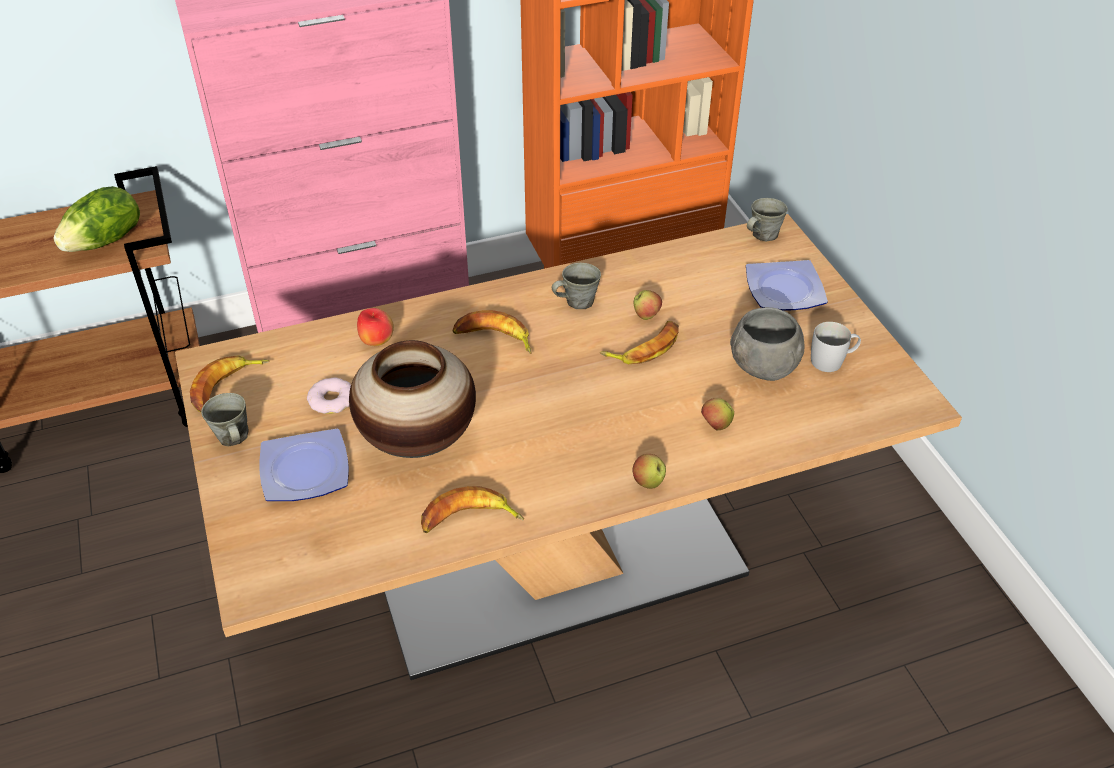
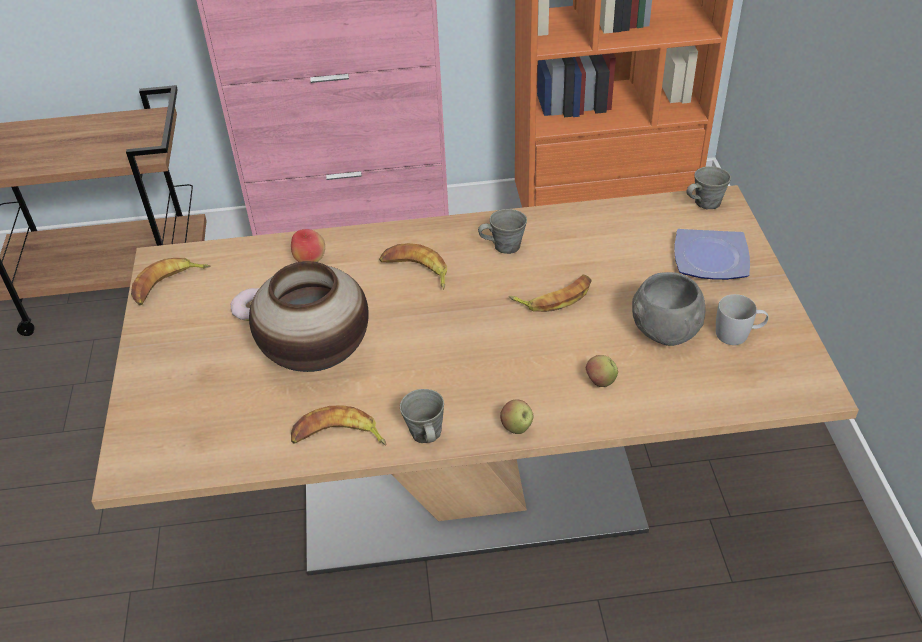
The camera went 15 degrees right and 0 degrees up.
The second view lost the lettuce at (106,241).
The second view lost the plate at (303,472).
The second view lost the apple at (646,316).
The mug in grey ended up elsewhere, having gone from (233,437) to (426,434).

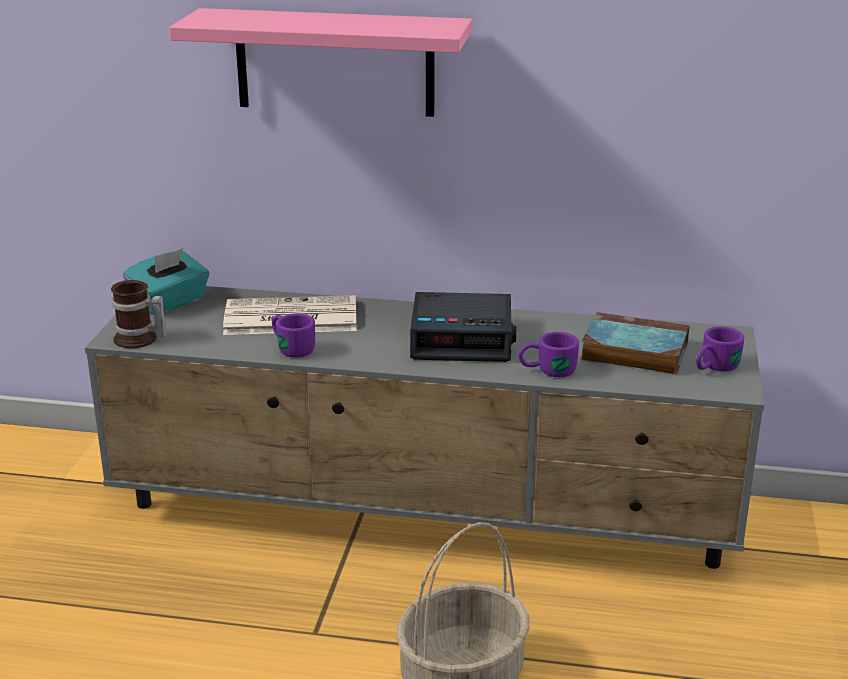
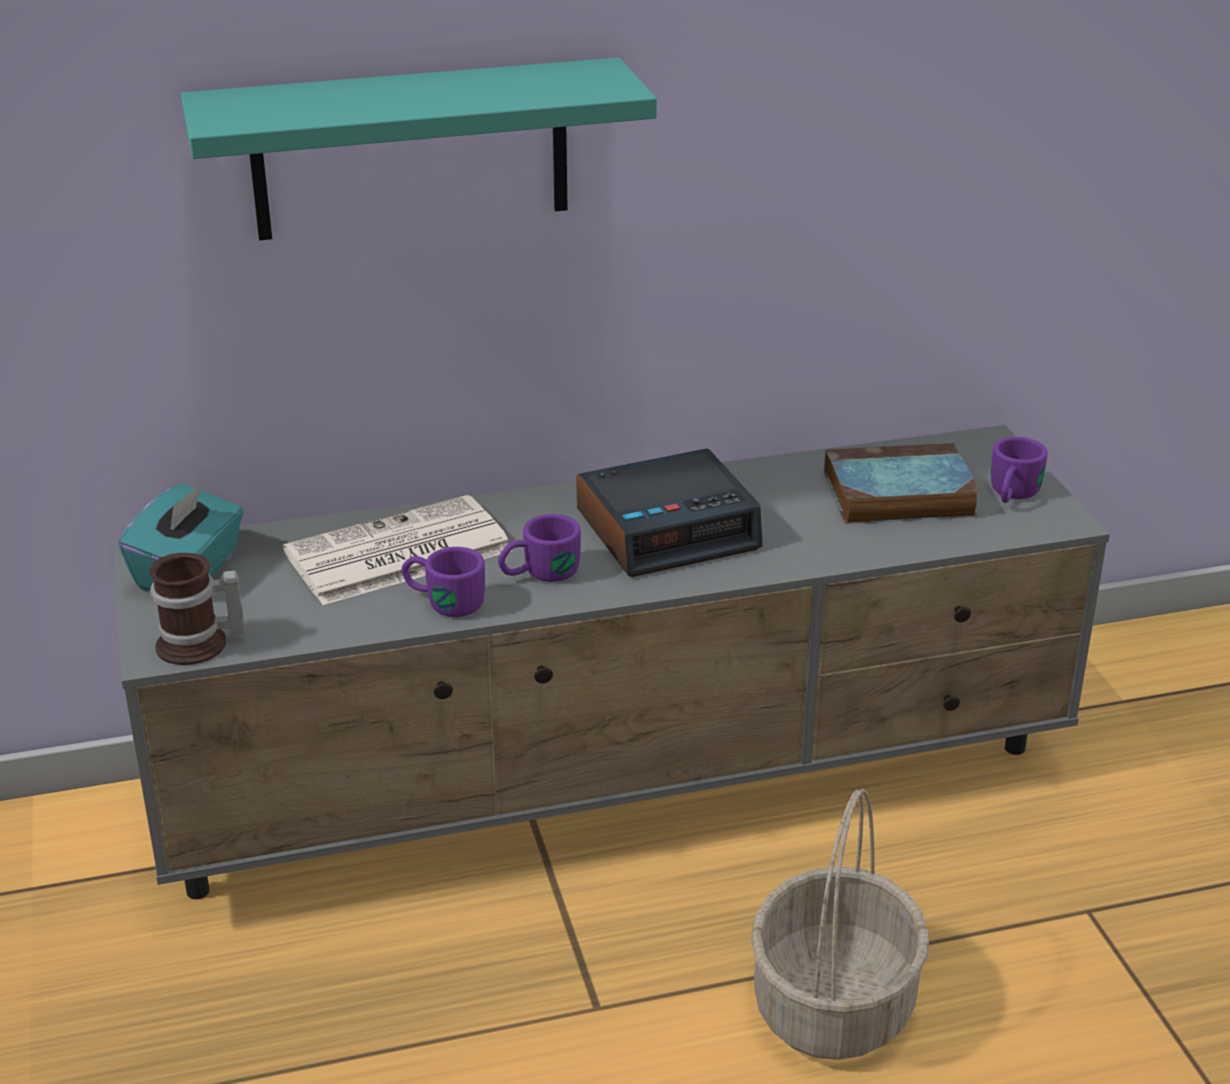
The camera went 25 degrees left and 5 degrees up.
The mug in purple ended up elsewhere, having gone from (547,370) to (539,574).
What was the shelf in pink at (334,62) turned into the shelf in turquoise at (410,150).

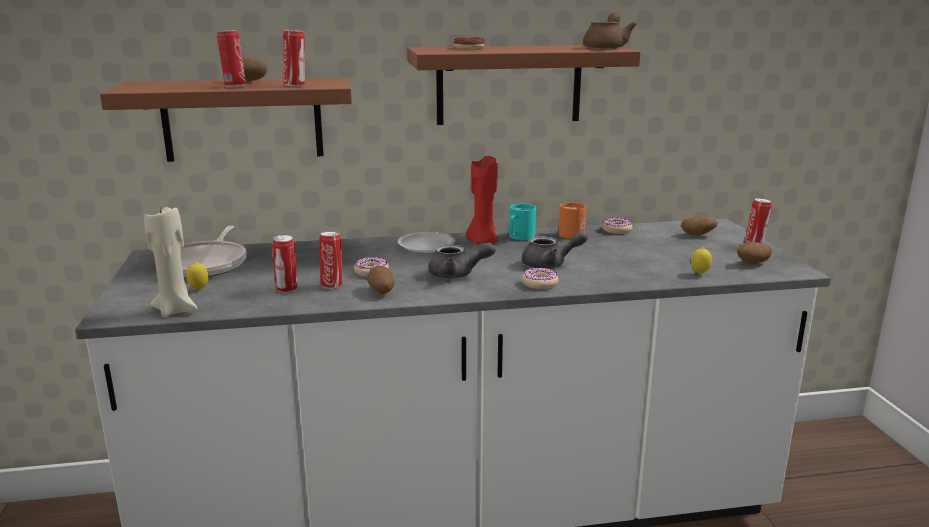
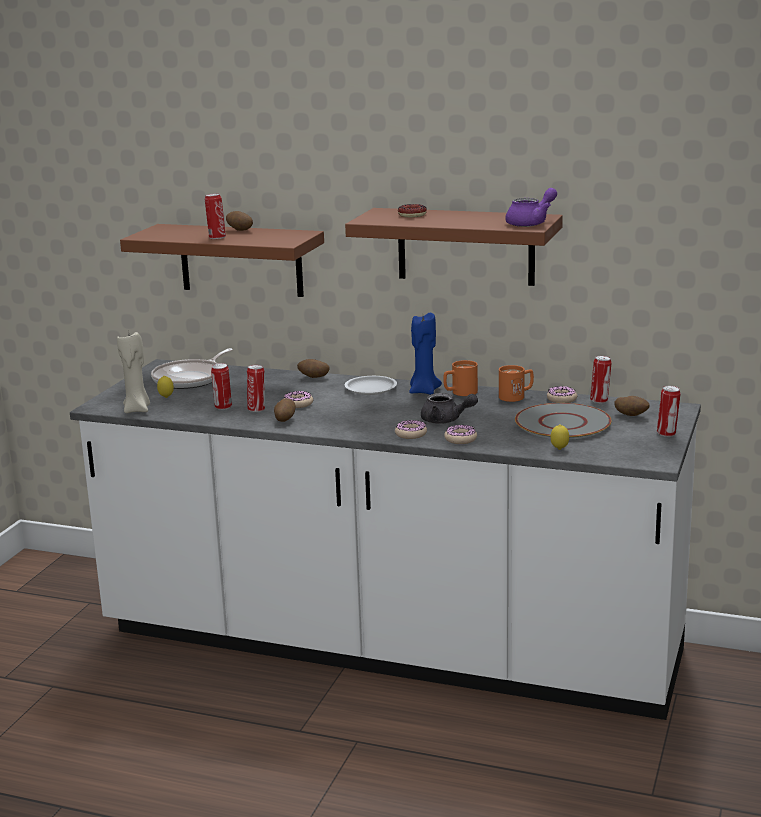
The camera went 30 degrees right and 0 degrees up.
The second view lost the teapot in grey at (457,274).
The second view gained the donut at (460,439).
The second view gained the plate in grey at (563,423).
The can ended up elsewhere, having gone from (295,86) to (600,401).
The potato ended up elsewhere, having gone from (752,264) to (313,377).
What was the candle in red at (482,241) turned into the candle in blue at (424,391).
What was the mug in turquoise at (519,238) turned into the mug in orange at (459,393).
What was the teapot in brown at (606,48) turned into the teapot in purple at (531,223).

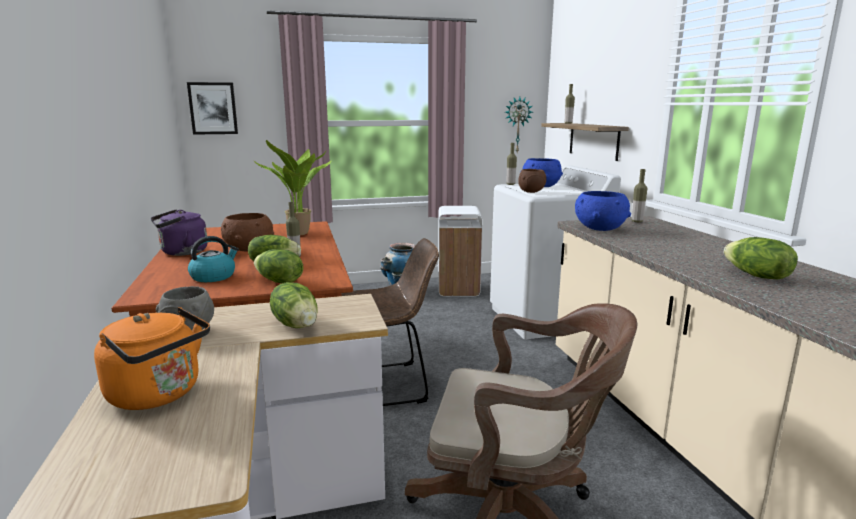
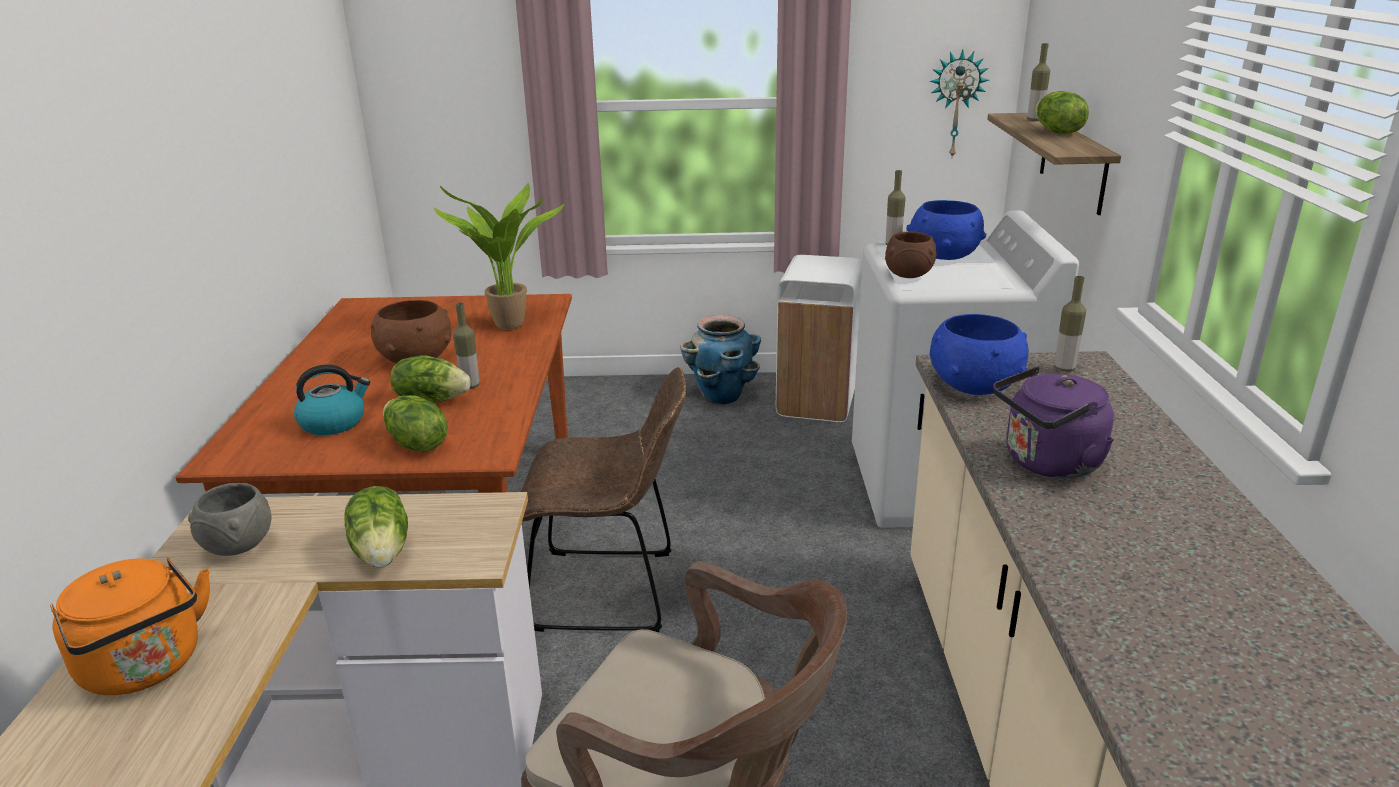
The camera went 15 degrees right and 10 degrees up.
The second view lost the picture at (213,108).
The kettle in purple ended up elsewhere, having gone from (181,252) to (1047,463).
The lettuce ended up elsewhere, having gone from (756,276) to (1056,132).

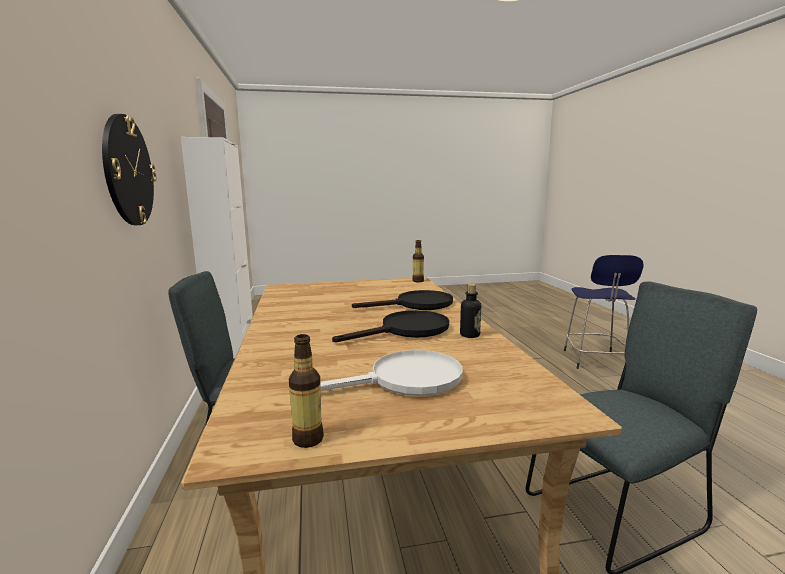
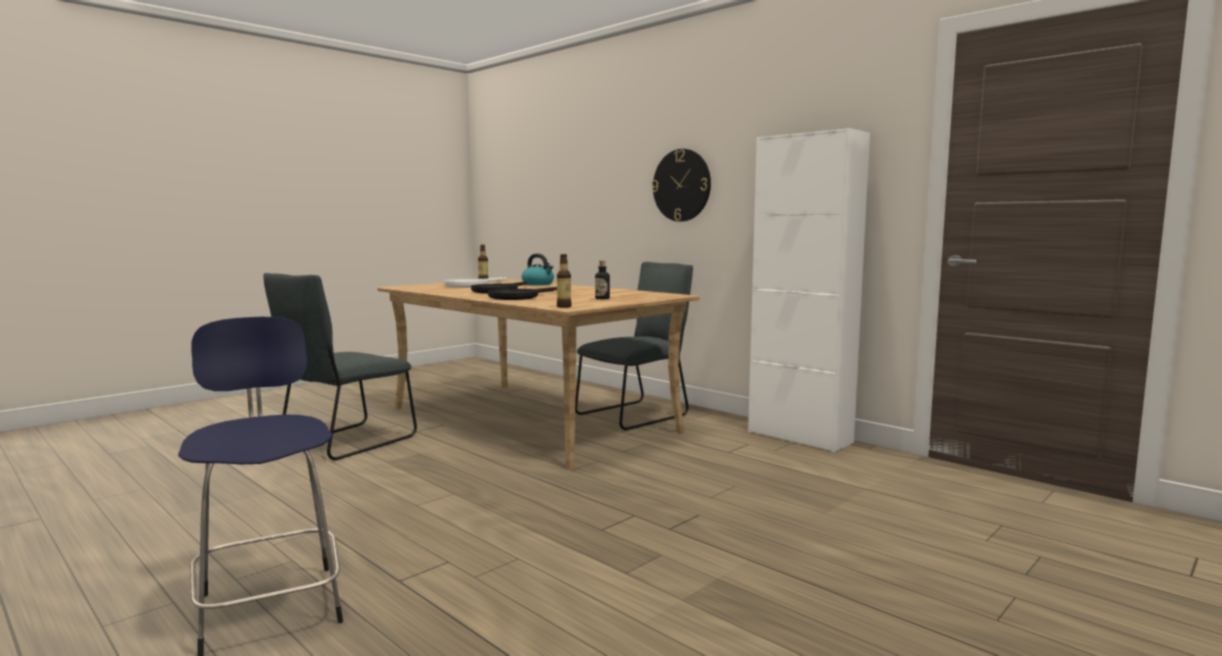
The camera went 145 degrees right and 5 degrees down.
The second view gained the kettle at (538,284).
The bottle ended up elsewhere, having gone from (470,335) to (602,298).

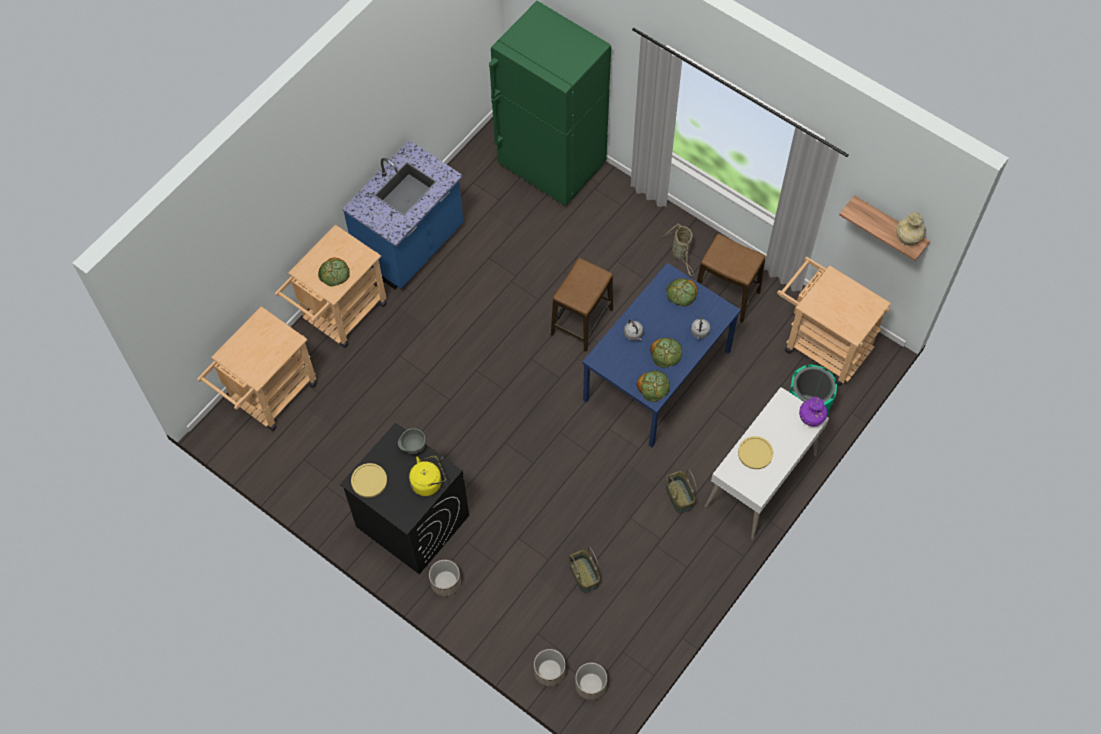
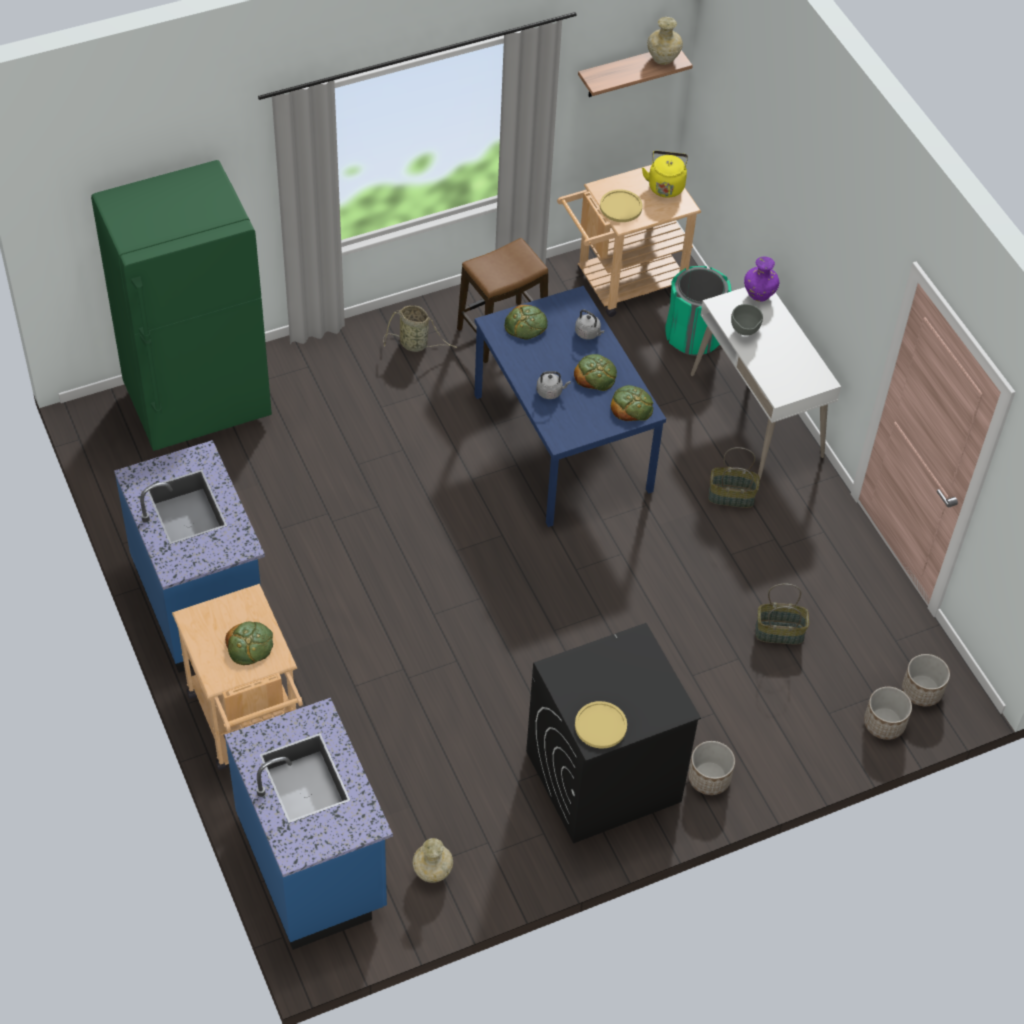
The camera went 65 degrees left and 10 degrees down.
The second view lost the stool at (582,321).
The second view gained the vase in beige at (432,872).
The bowl in grey ended up elsewhere, having gone from (413,448) to (744,332).
The kettle in yellow ended up elsewhere, having gone from (428,482) to (665,185).
The plate in yellow ended up elsewhere, having gone from (755,453) to (620,207).
Where the cart in beige stood at (268,397), the counter in blue came to stand at (314,864).

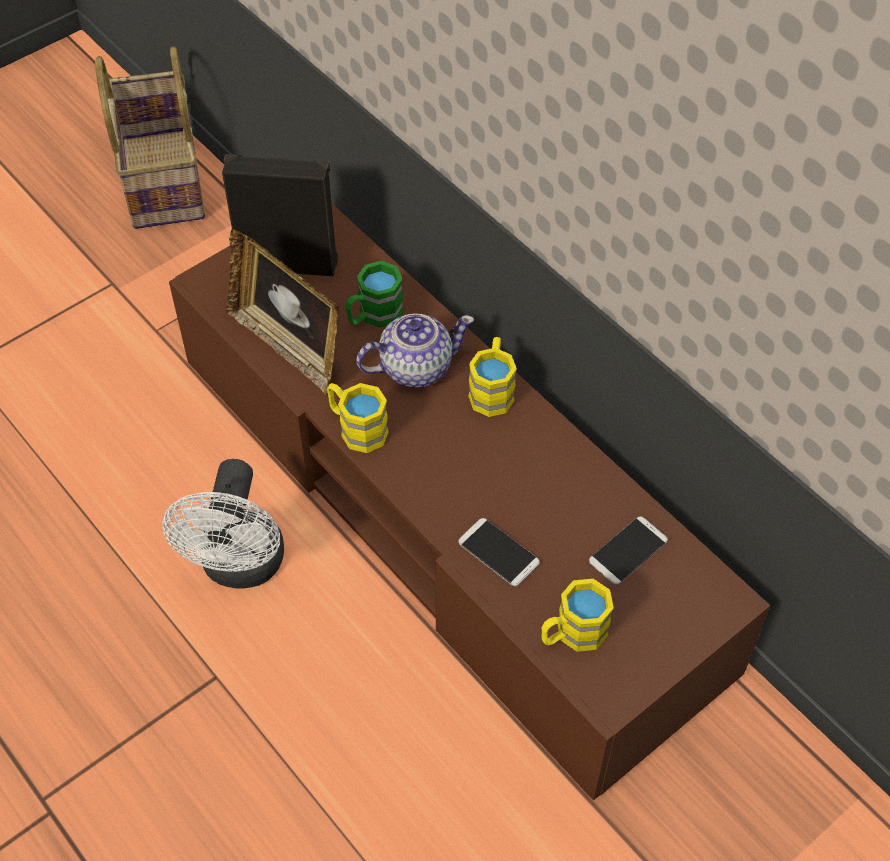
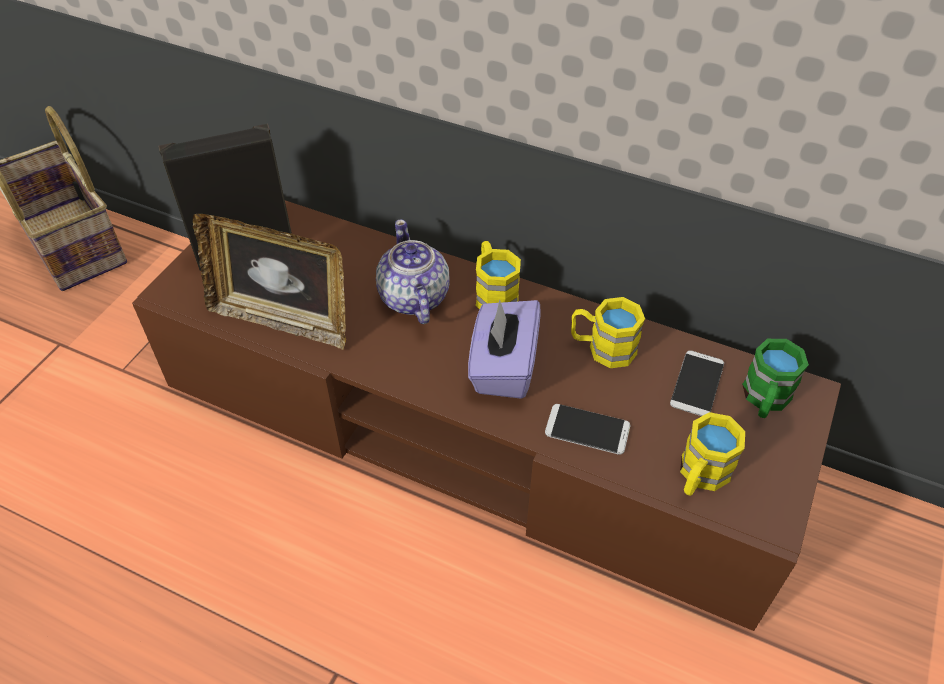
The camera went 25 degrees left and 5 degrees down.
The second view lost the fan in white at (241,567).
The second view gained the tissue box in purple at (503,367).
The mug in yellow ended up elsewhere, having gone from (356,428) to (602,348).
The mug in green ended up elsewhere, having gone from (373,315) to (764,400).
The teapot at (414,367) ended up facing another way, 60 degrees counterclockwise from before.

